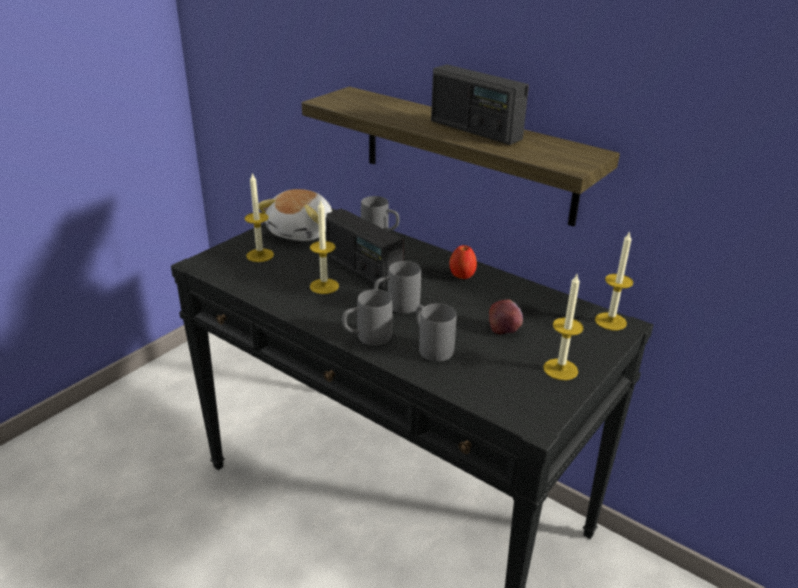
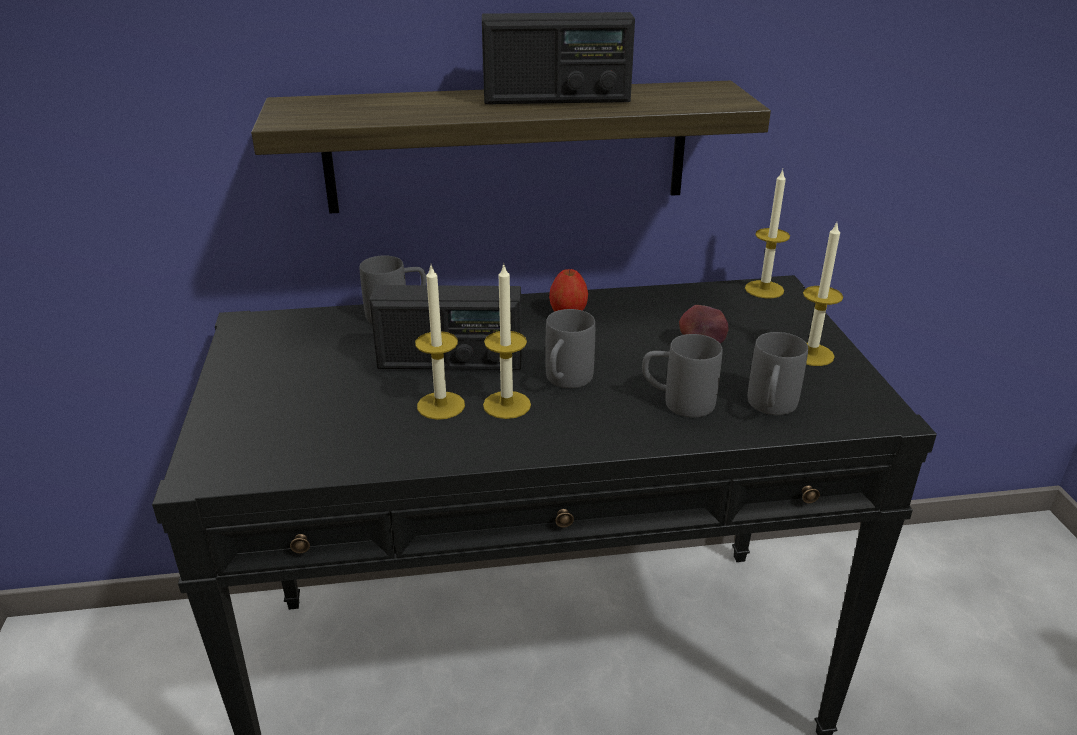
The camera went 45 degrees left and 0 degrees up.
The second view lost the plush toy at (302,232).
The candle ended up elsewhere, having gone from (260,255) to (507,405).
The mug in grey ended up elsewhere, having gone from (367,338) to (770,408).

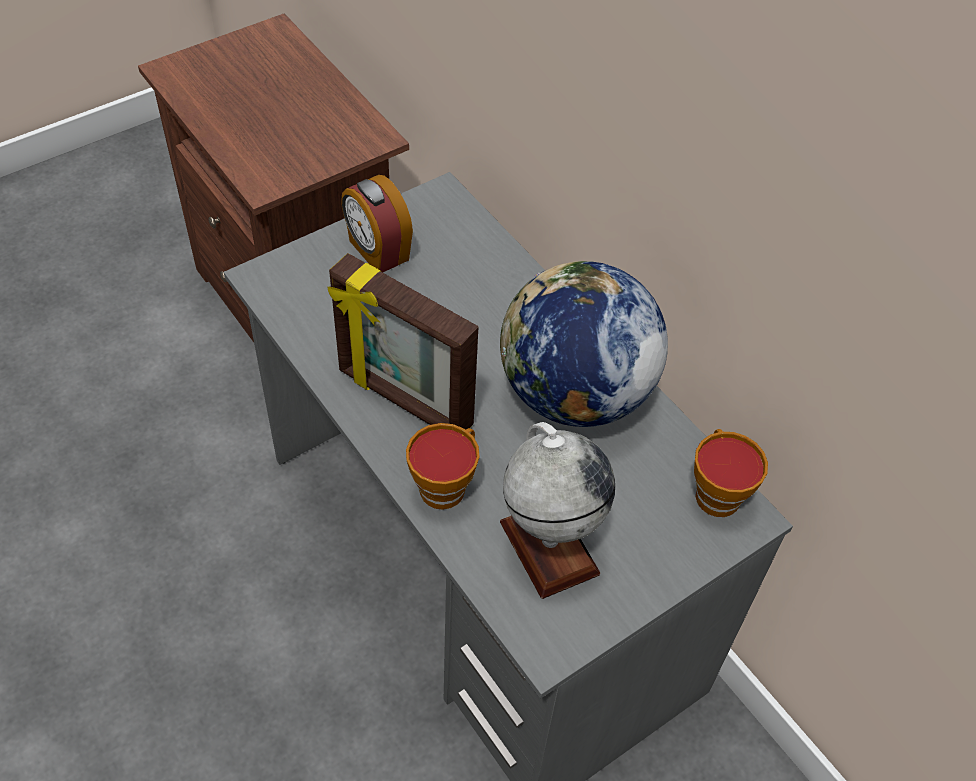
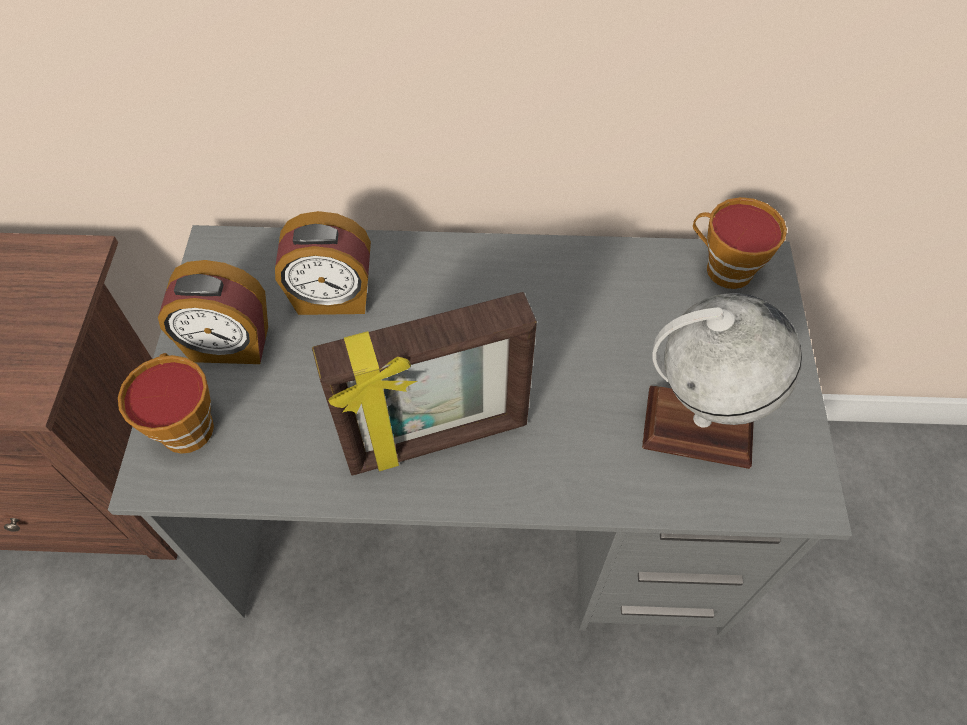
The camera went 50 degrees left and 5 degrees up.
The second view lost the globe at (574,394).
The second view gained the alarm clock at (333,298).
The cup ended up elsewhere, having gone from (445,485) to (186,424).

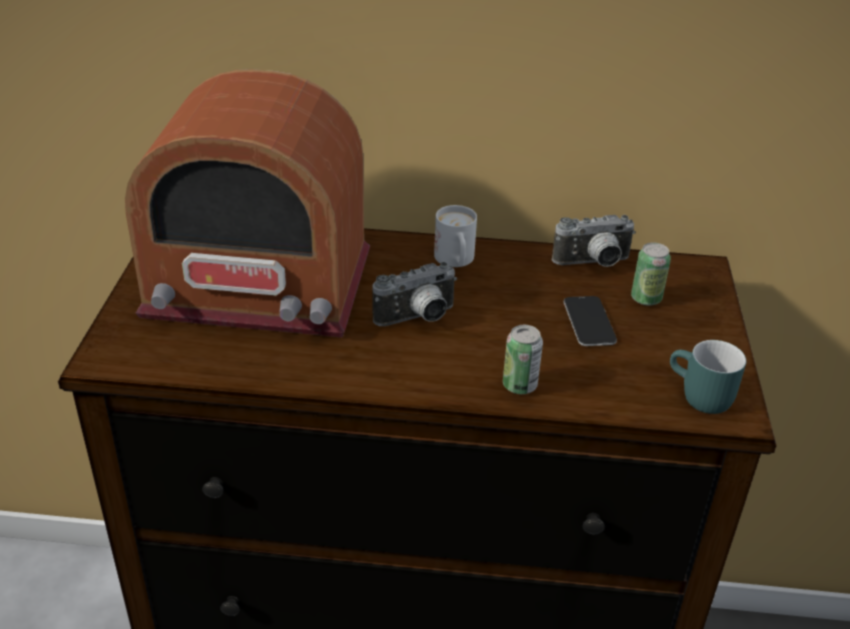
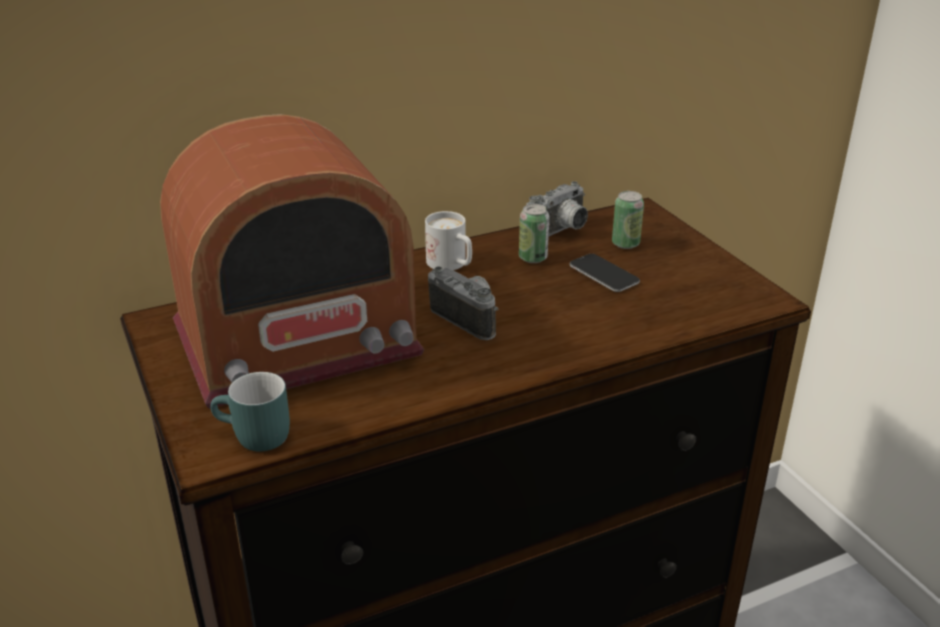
The camera went 30 degrees left and 5 degrees down.
The can ended up elsewhere, having gone from (519,385) to (533,258).
The mug in turquoise ended up elsewhere, having gone from (698,397) to (253,438).
The photo camera at (418,319) ended up facing another way, 75 degrees counterclockwise from before.

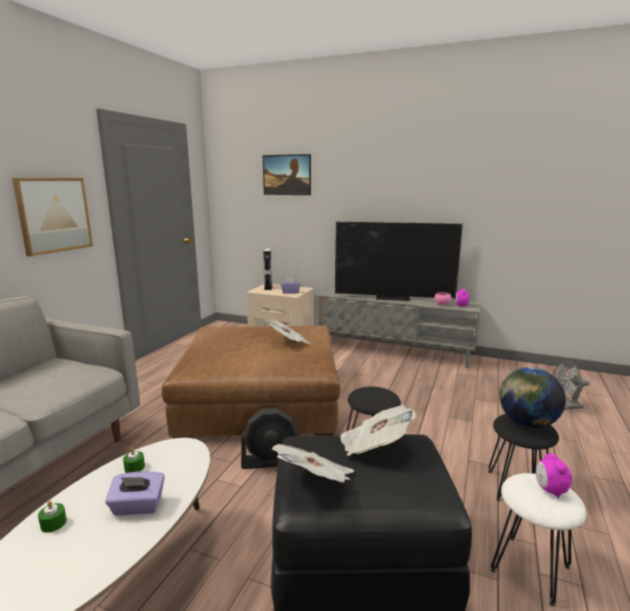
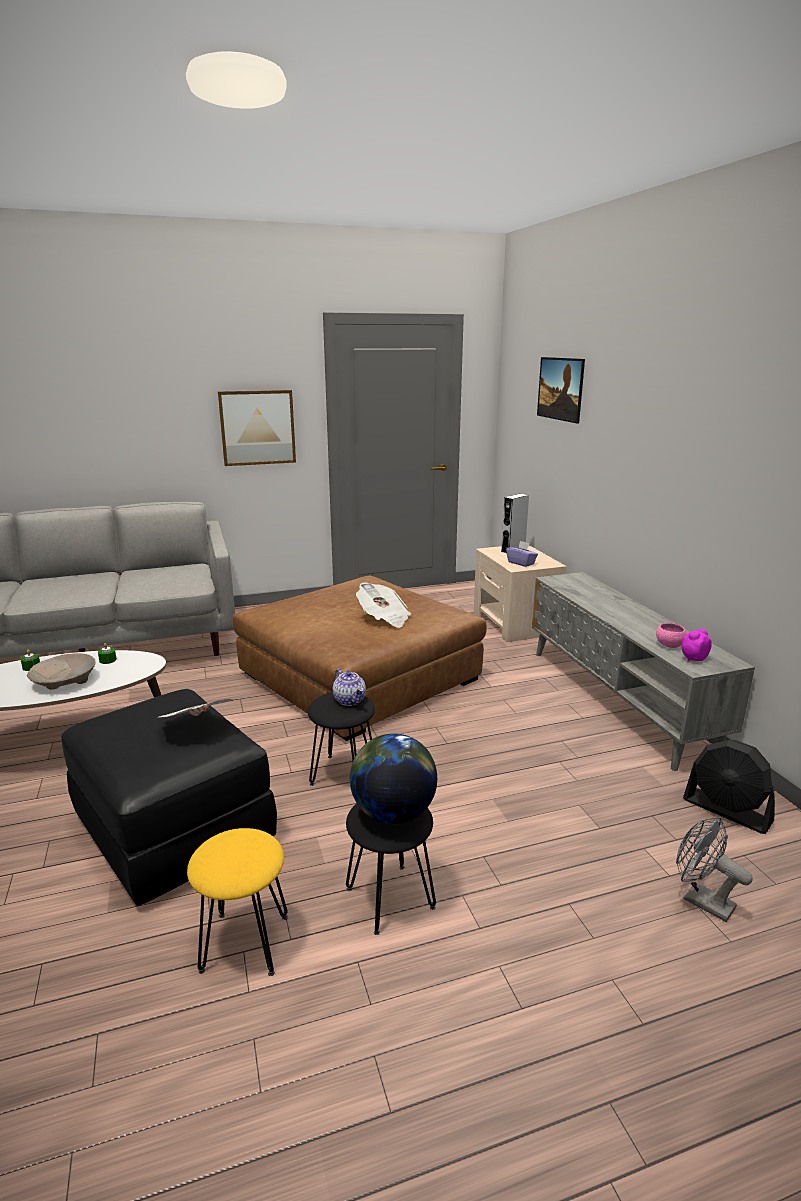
The camera went 50 degrees right and 5 degrees up.
The second view lost the newspaper at (315,481).
The second view lost the television at (393,297).
The second view lost the alarm clock at (550,490).
The second view gained the teapot at (350,700).
The fan in black ended up elsewhere, having gone from (271,461) to (727,810).
Where the tissue box in purple stood at (137,506), the bowl in beige came to stand at (65,681).
What was the stool in white at (530,569) turned into the stool in yellow at (244,943).

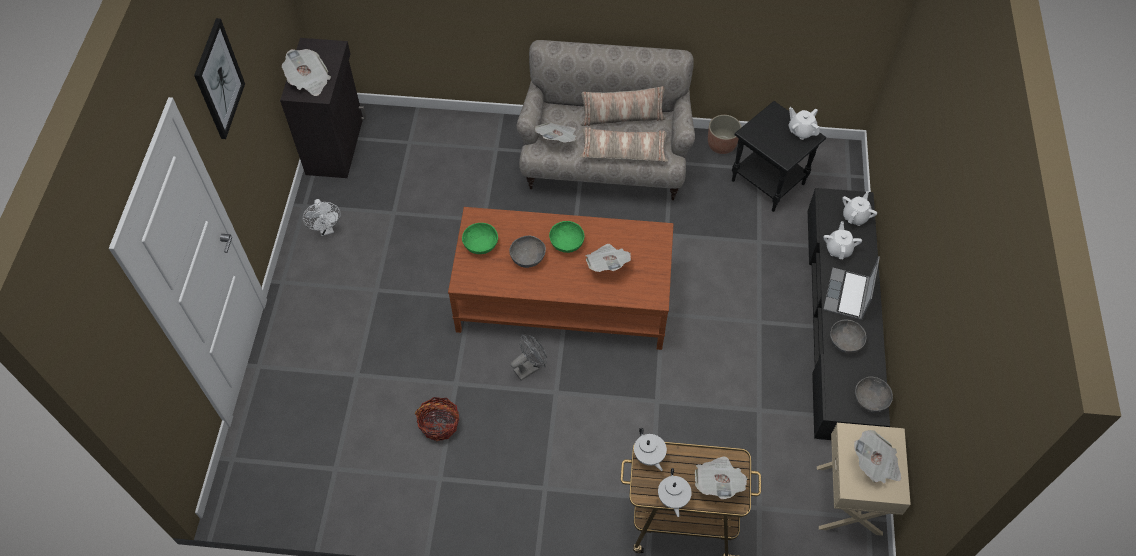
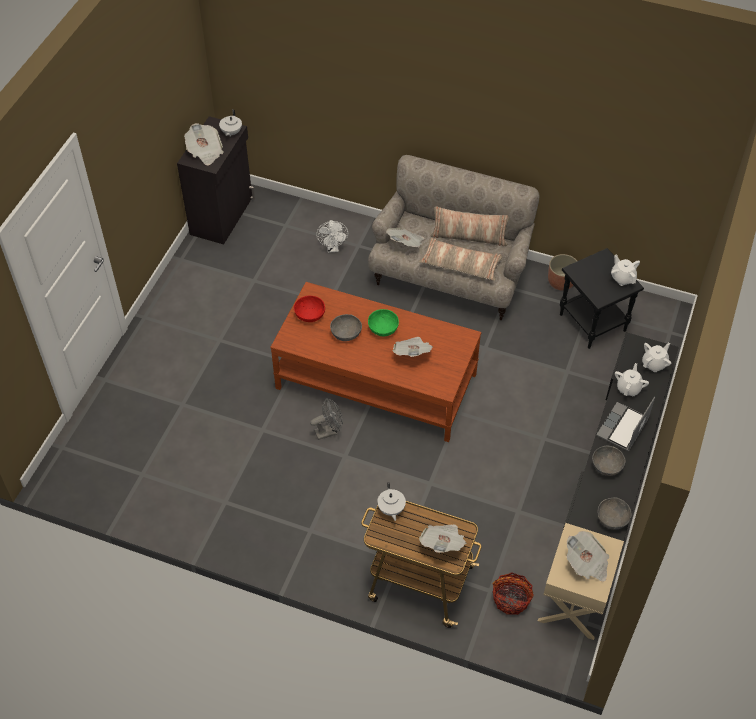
The camera went 15 degrees right and 5 degrees down.
The second view lost the picture at (218,79).
The fan in white ended up elsewhere, having gone from (326,229) to (333,248).
The basket ended up elsewhere, having gone from (439,424) to (511,599).
The teapot in white ended up elsewhere, having gone from (673,498) to (231,132).
What was the bowl in green at (480,245) turned into the bowl in red at (309,315).

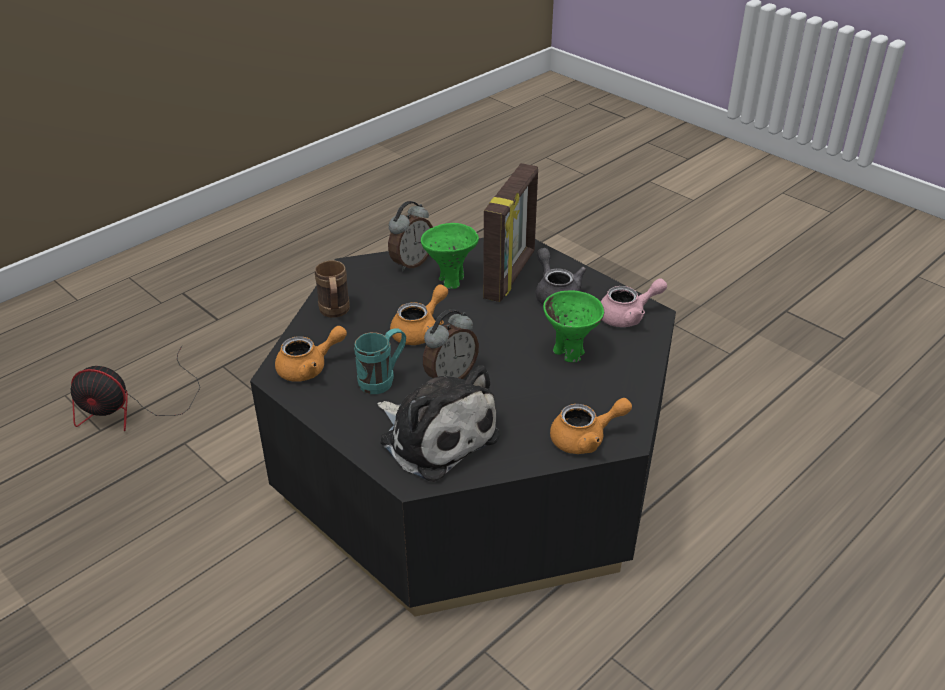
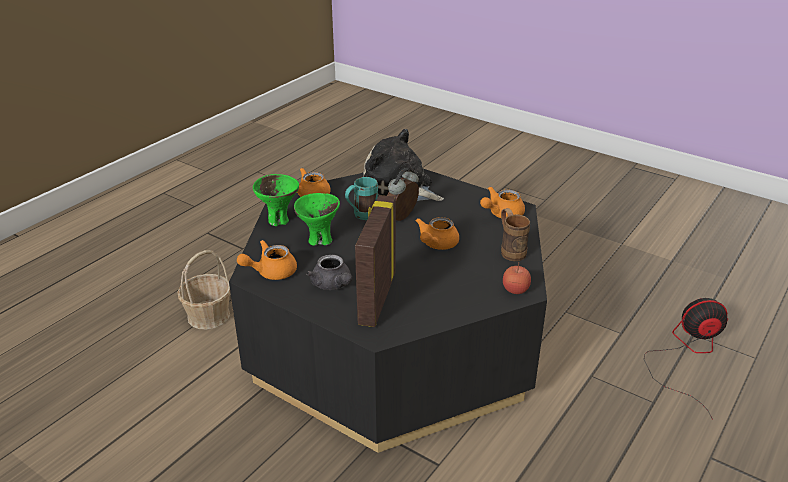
The camera went 170 degrees right and 5 degrees down.
The second view lost the alarm clock at (411,263).
The second view gained the basket at (208,316).
The second view gained the apple at (515,290).
The mug in turquoise ended up elsewhere, having gone from (383,380) to (361,216).
The bowl in green ended up elsewhere, having gone from (451,280) to (278,220).
What was the teapot in pink at (628,316) turned into the teapot in orange at (271,272).

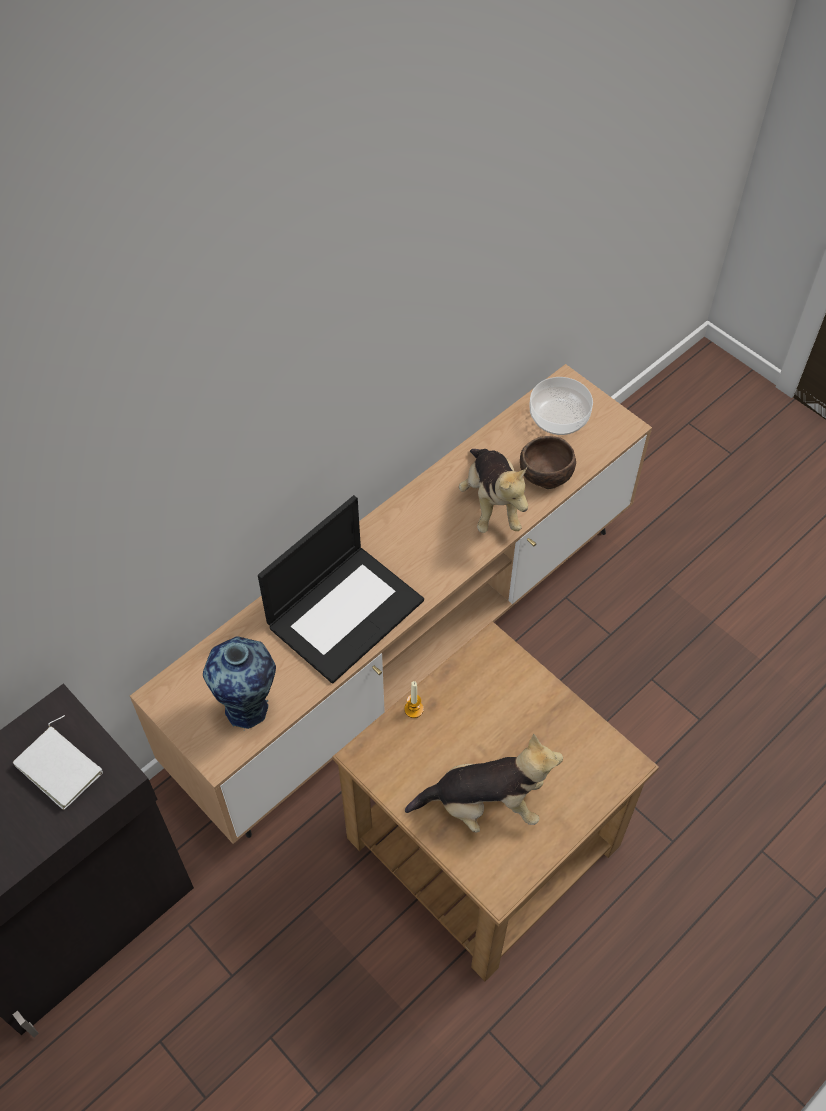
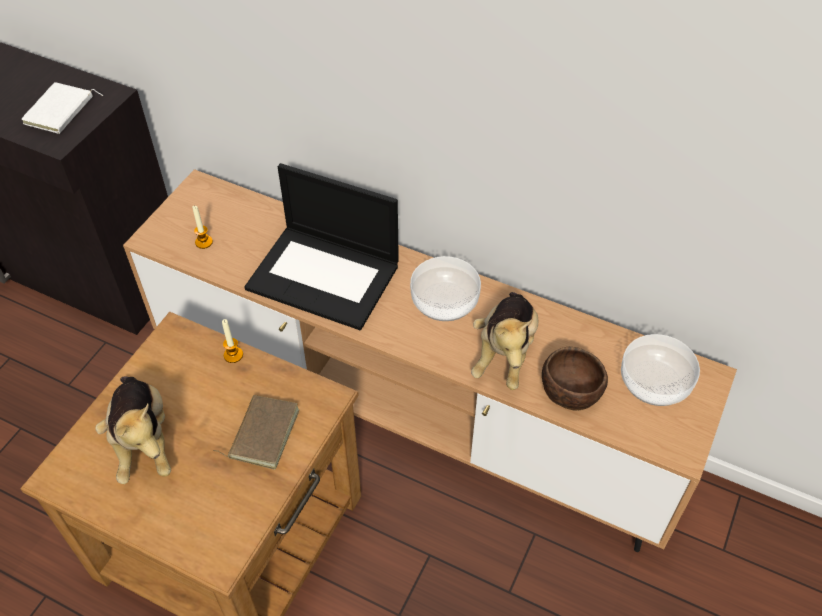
The camera went 70 degrees right and 5 degrees down.
The second view gained the book in brown at (262,433).
The second view gained the bowl at (444,302).
Where the vase stood at (248,707), the candle came to stand at (204,242).
The plush toy at (491,503) ended up facing another way, 45 degrees counterclockwise from before.

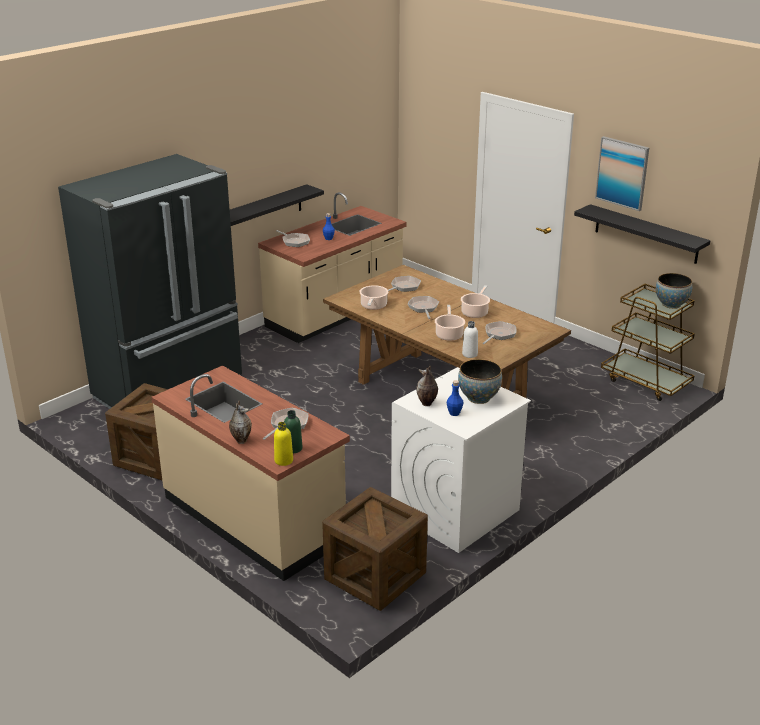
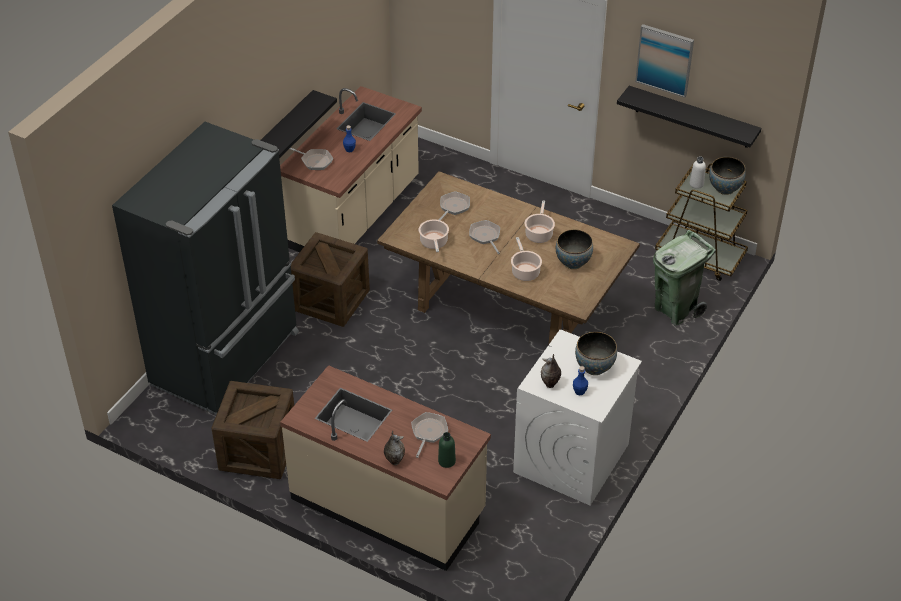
The camera went 15 degrees left and 15 degrees up.
The second view lost the bottle in yellow at (283,460).
The second view gained the trash can in green at (676,310).
The crate ended up elsewhere, having gone from (375,576) to (331,300).
The bottle in white ended up elsewhere, having gone from (469,354) to (696,184).
Where the frying pan stood at (499,334), the bowl came to stand at (573,262).

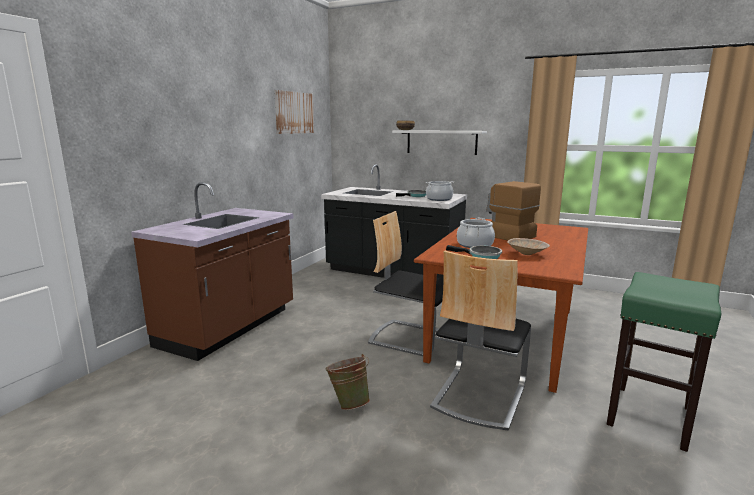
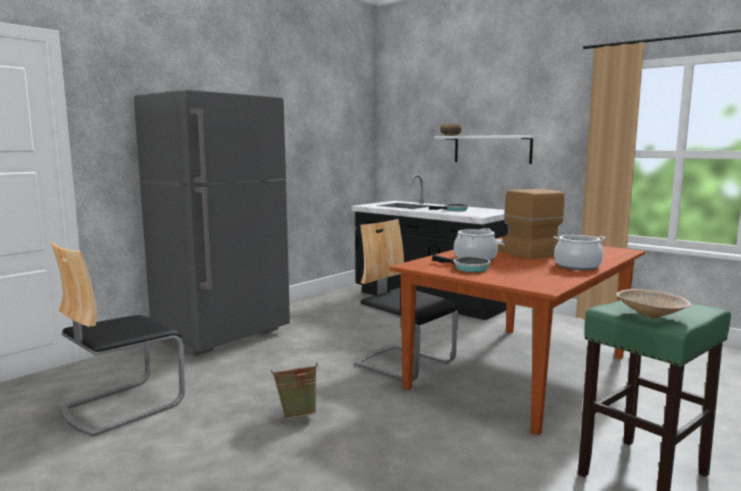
The camera went 15 degrees right and 5 degrees down.
The second view lost the picture at (294,113).
The cooking pot ended up elsewhere, having gone from (439,199) to (577,266).
The chair ended up elsewhere, having gone from (478,395) to (122,405).
The bowl in beige ended up elsewhere, having gone from (527,254) to (652,316).
Where the counter in brown stood at (229,328), the fridge in grey came to stand at (223,336).

